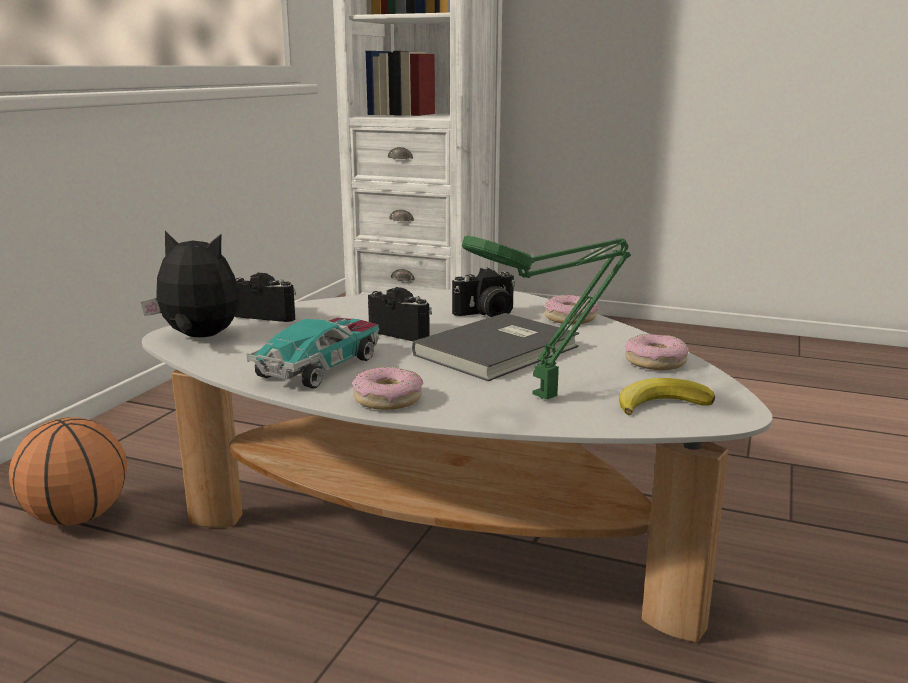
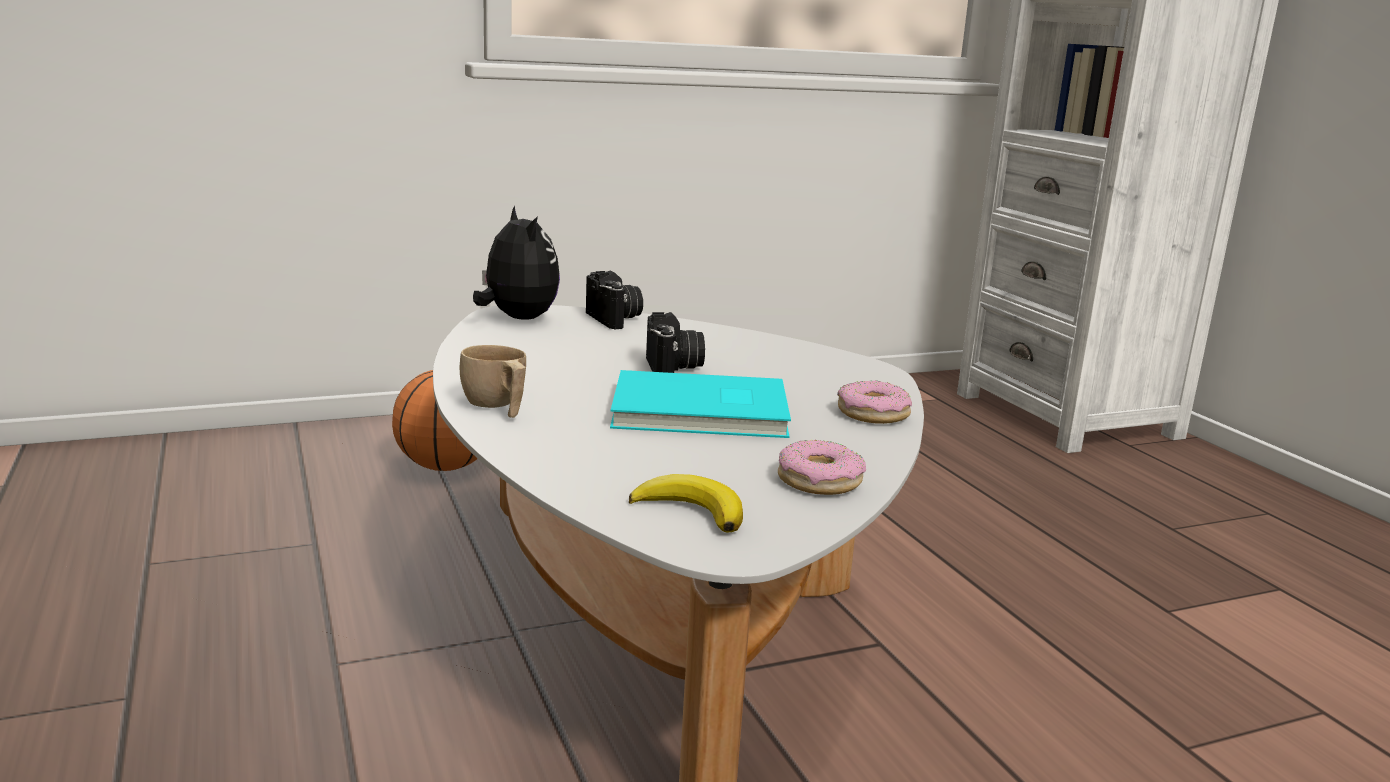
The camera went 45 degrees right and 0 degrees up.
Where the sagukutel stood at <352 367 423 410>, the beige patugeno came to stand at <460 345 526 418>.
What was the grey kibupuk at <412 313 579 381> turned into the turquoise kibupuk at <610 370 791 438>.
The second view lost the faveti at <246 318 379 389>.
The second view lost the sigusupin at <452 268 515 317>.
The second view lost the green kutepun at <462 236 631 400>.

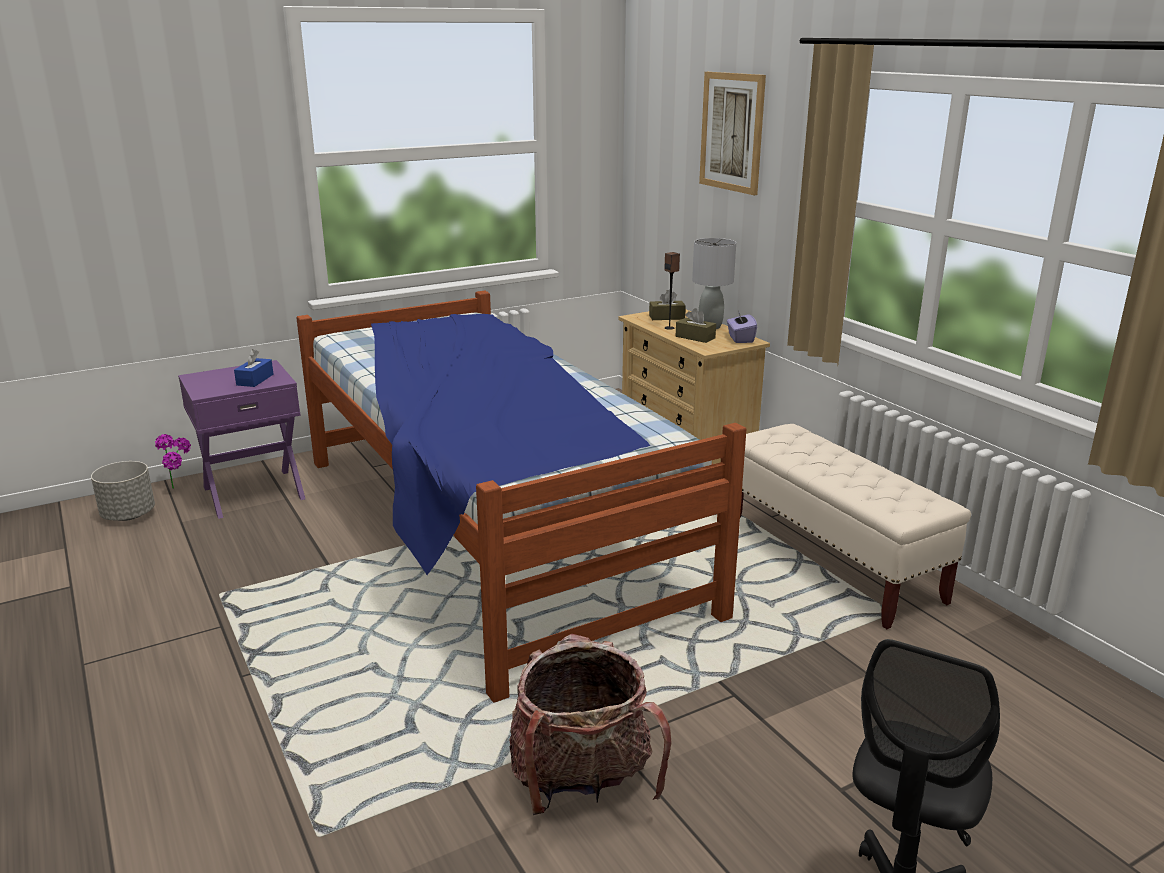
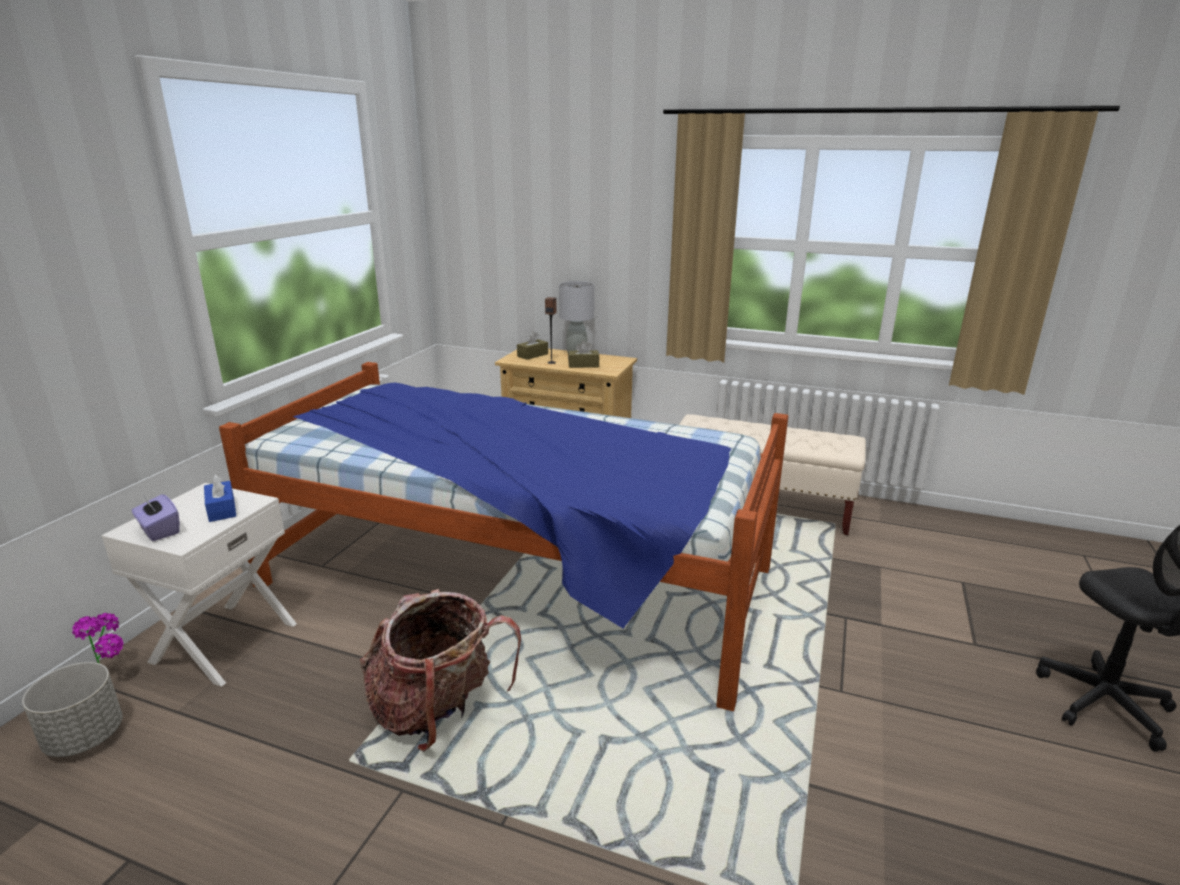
The camera went 40 degrees left and 0 degrees up.
What was the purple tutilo at <178 360 305 519> turned into the white tutilo at <102 483 297 687>.
The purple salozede ended up elsewhere, having gone from <727 311 757 343> to <132 494 180 541>.
The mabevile ended up elsewhere, having gone from <509 634 672 815> to <360 589 521 752>.
The second view lost the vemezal at <699 72 766 195>.

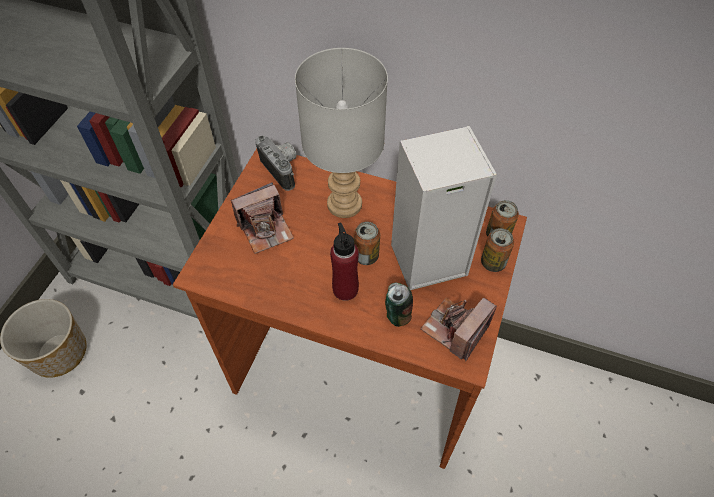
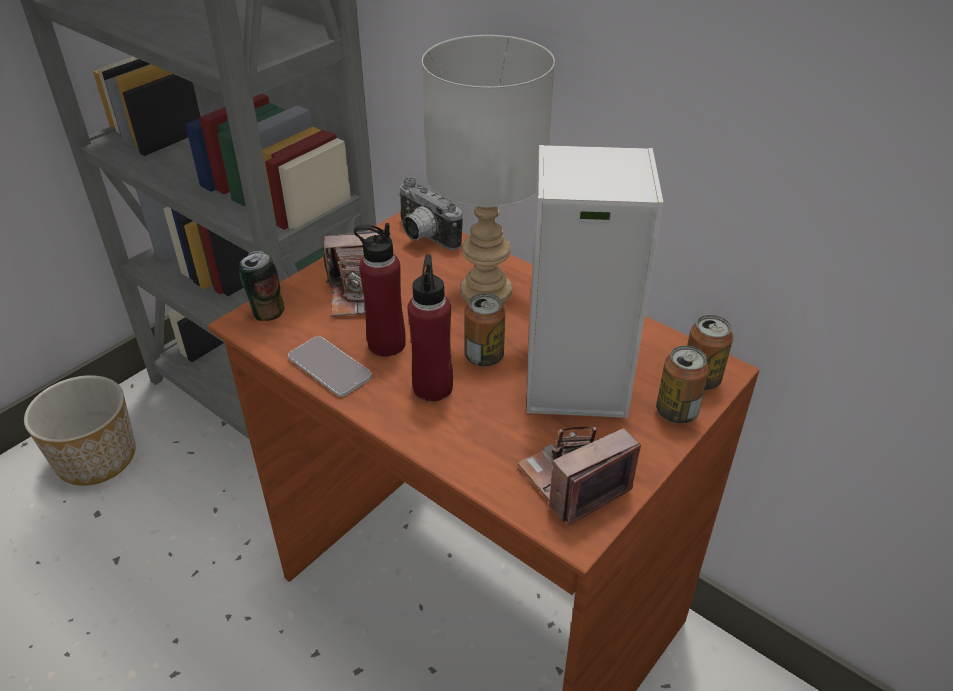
The camera went 20 degrees right and 15 degrees down.
The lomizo ended up elsewhere, having gone from <385 283 413 327> to <239 251 285 321>.
The second view gained the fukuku at <288 336 372 397>.
The second view gained the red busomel at <354 223 406 357>.
The sigusupin at <255 136 297 191> ended up facing another way, 150 degrees clockwise from before.

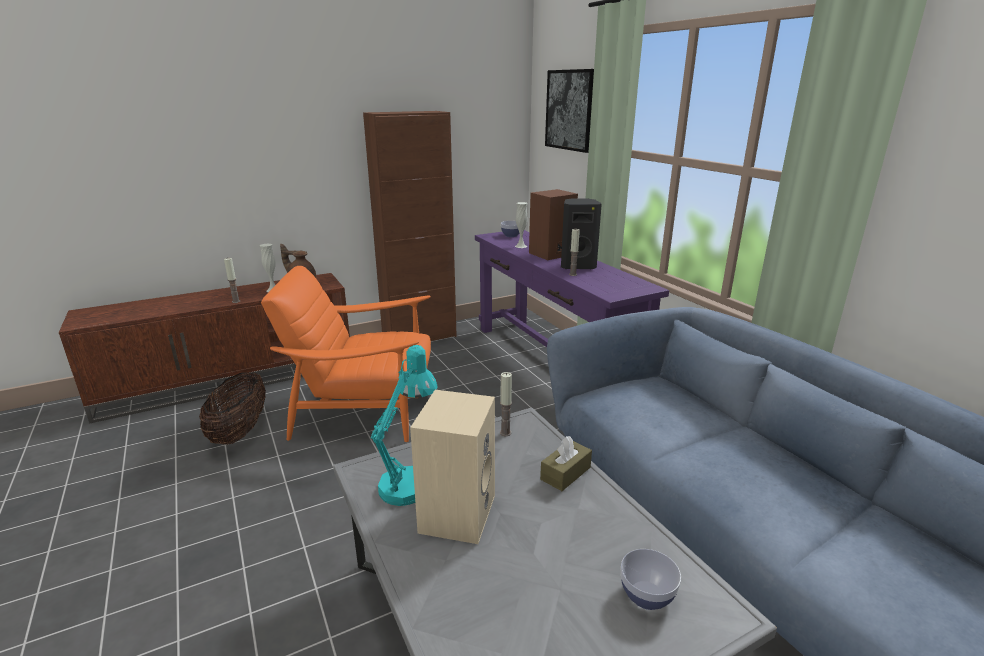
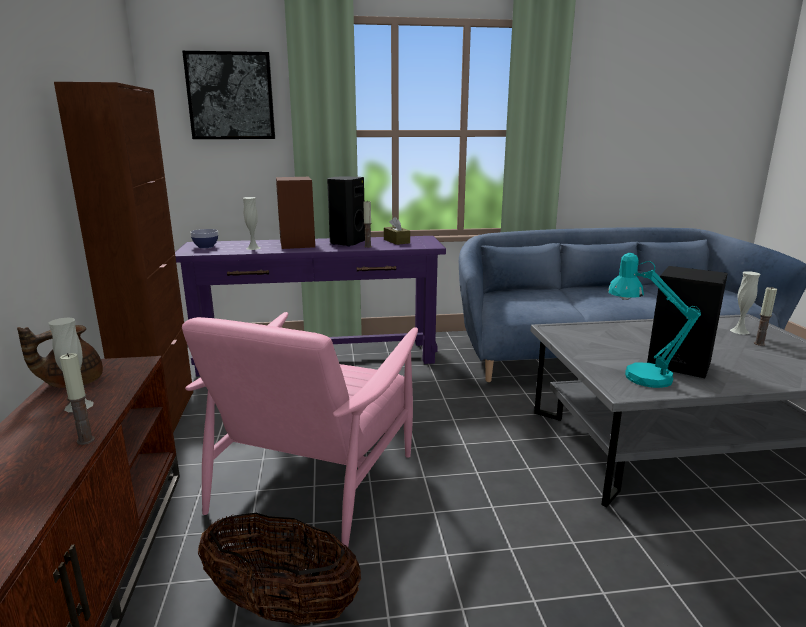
The camera went 70 degrees left and 5 degrees down.
What was the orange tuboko at <261 266 431 442> turned into the pink tuboko at <182 312 418 547>.
The brown salozede ended up elsewhere, having gone from <540 436 592 491> to <384 217 410 245>.
What was the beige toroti at <410 390 495 544> turned into the black toroti at <647 266 728 378>.
Where the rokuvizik stood at <621 549 681 610>, the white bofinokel came to stand at <730 271 761 335>.
The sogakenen ended up elsewhere, having gone from <500 372 512 436> to <754 287 777 346>.

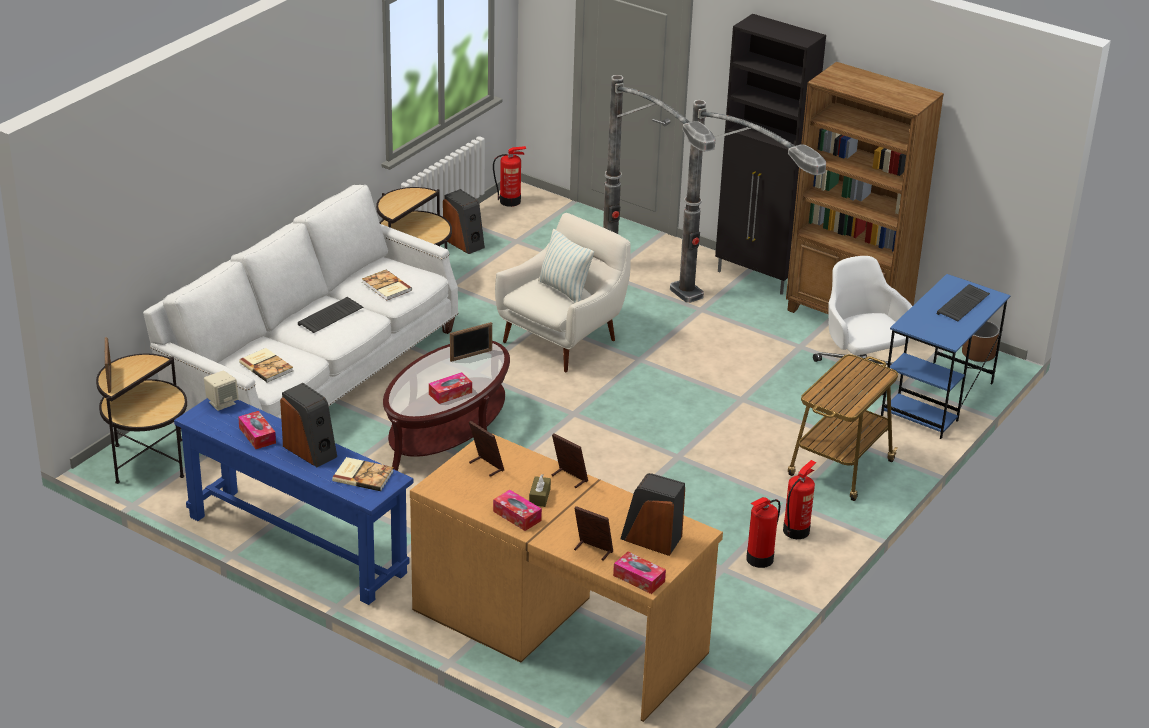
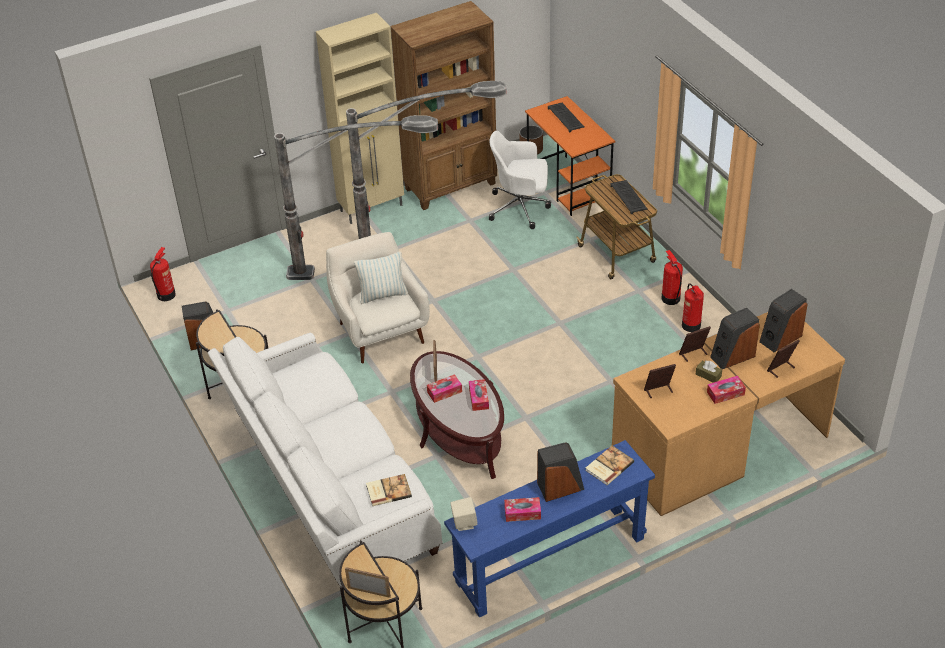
The camera went 60 degrees left and 10 degrees up.
What was the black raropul at <715 14 826 295> turned into the beige raropul at <316 13 404 224>.
The salozede ended up elsewhere, having gone from <613 552 666 594> to <427 374 462 403>.
What was the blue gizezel at <881 274 1010 439> turned into the orange gizezel at <525 96 615 216>.
The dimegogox ended up elsewhere, having gone from <298 297 363 333> to <610 180 648 214>.
The second view gained the toroti at <710 308 760 369>.
The second view lost the kibupuk at <362 270 412 300>.

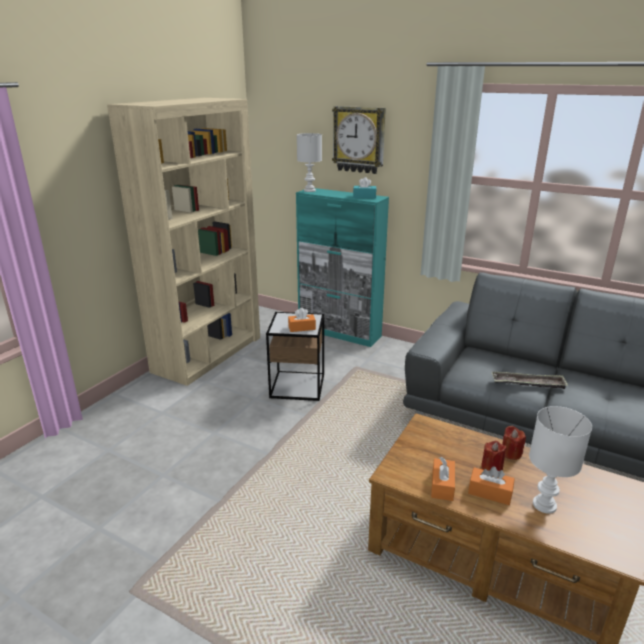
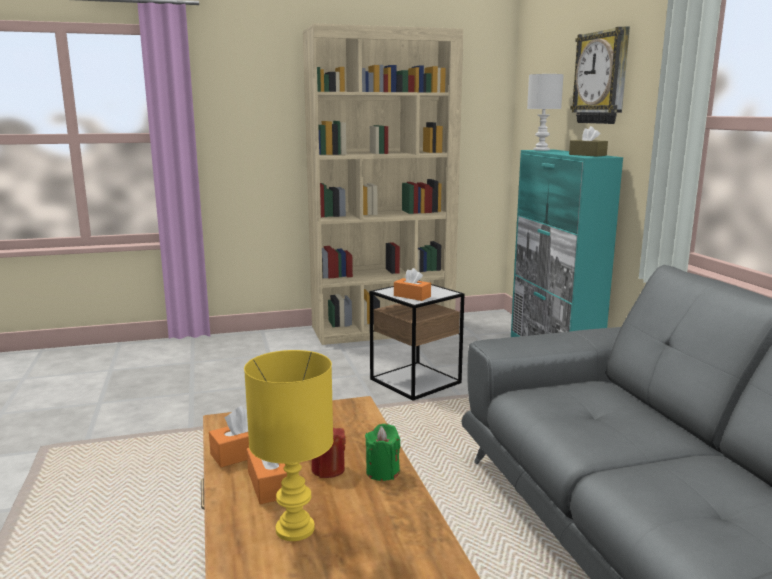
The camera went 45 degrees right and 10 degrees down.
What was the white kutepun at <529 406 592 514> turned into the yellow kutepun at <244 350 334 541>.
What was the red sogakenen at <502 426 526 460> turned into the green sogakenen at <365 424 400 481>.
What was the turquoise salozede at <353 177 376 199> turned into the brown salozede at <569 126 608 157>.
The second view lost the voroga at <492 372 568 389>.

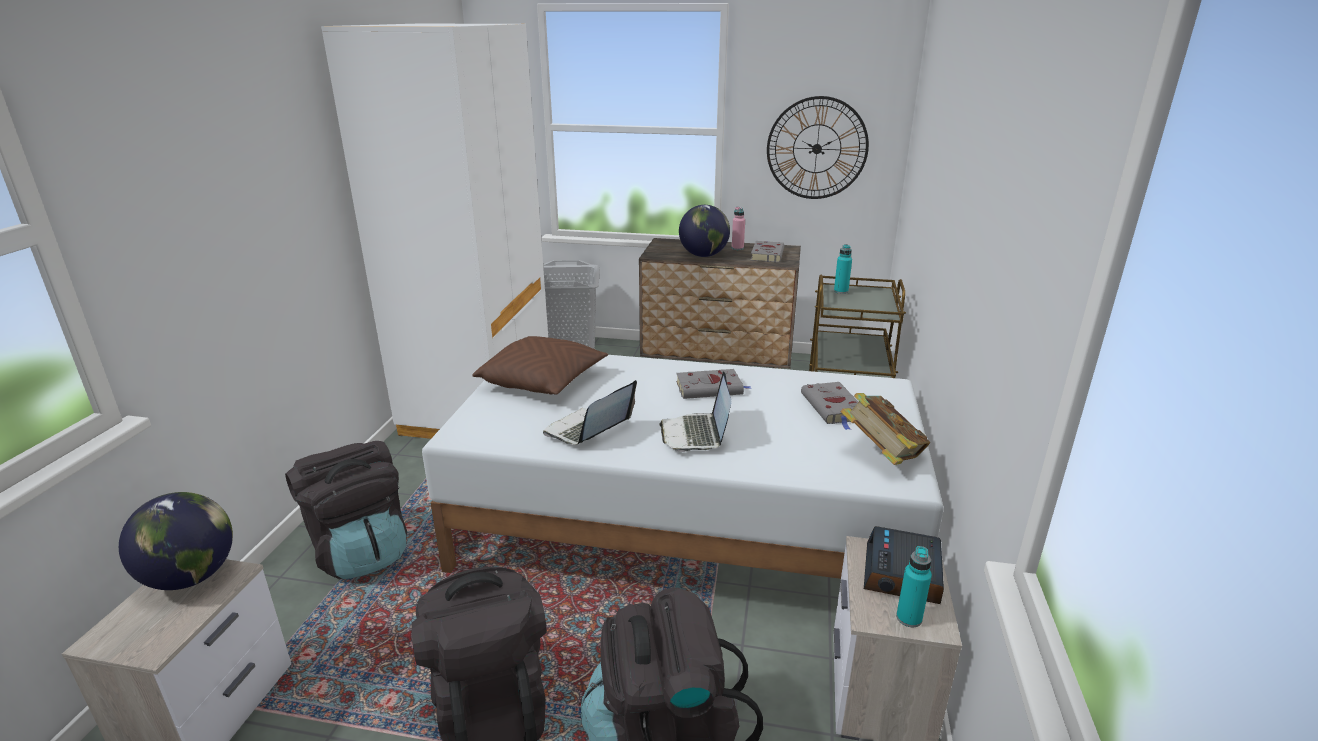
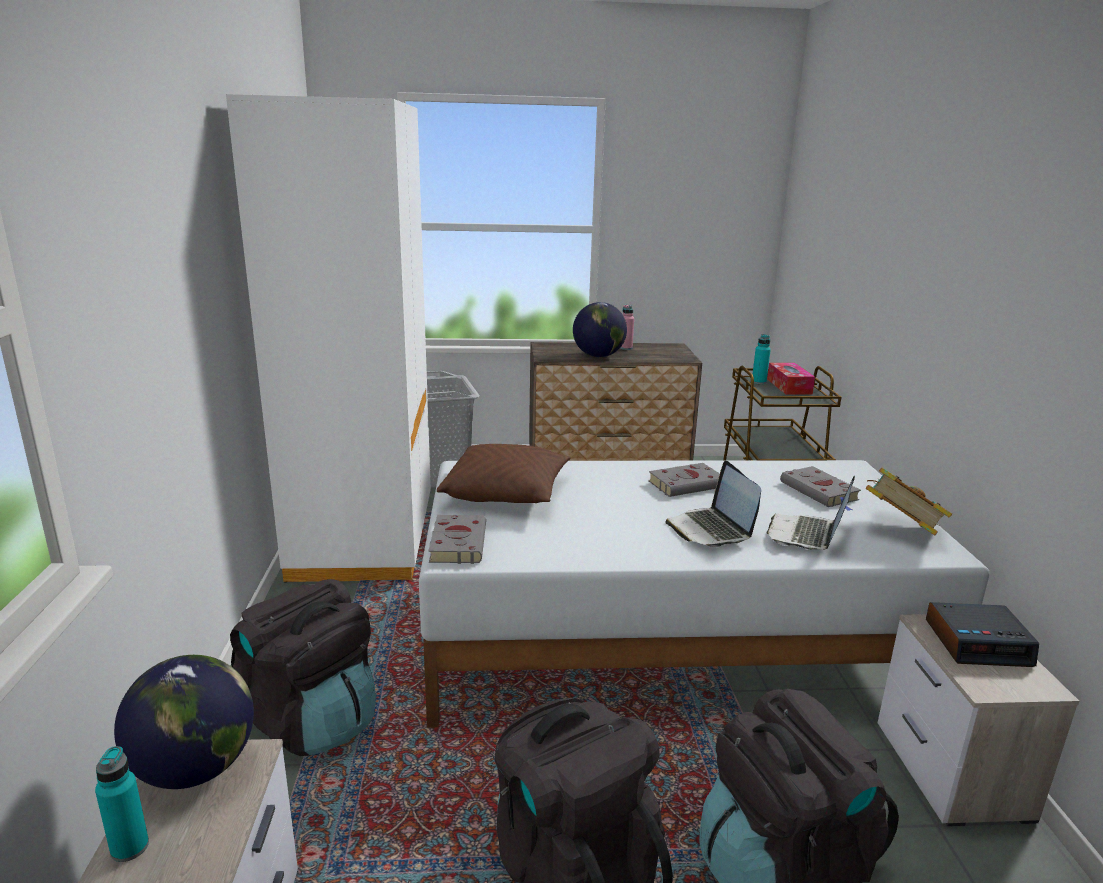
The camera went 15 degrees left and 5 degrees down.
The turquoise busomel ended up elsewhere, having gone from <896 546 932 627> to <95 746 149 862>.
The grey kibupuk ended up elsewhere, having gone from <751 241 784 262> to <428 515 486 564>.
The second view gained the salozede at <767 363 815 395>.
The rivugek ended up elsewhere, having gone from <543 380 637 445> to <767 476 855 550>.
The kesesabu at <864 526 944 604> ended up facing another way, 90 degrees counterclockwise from before.
The second view lost the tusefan at <767 96 869 199>.

